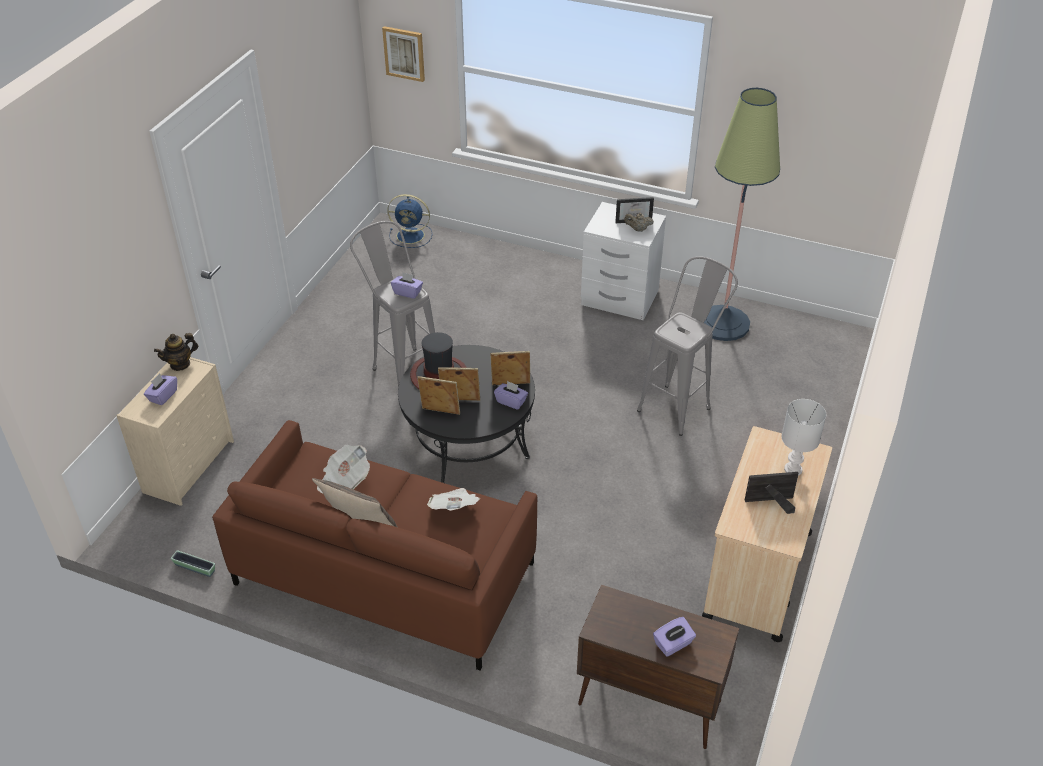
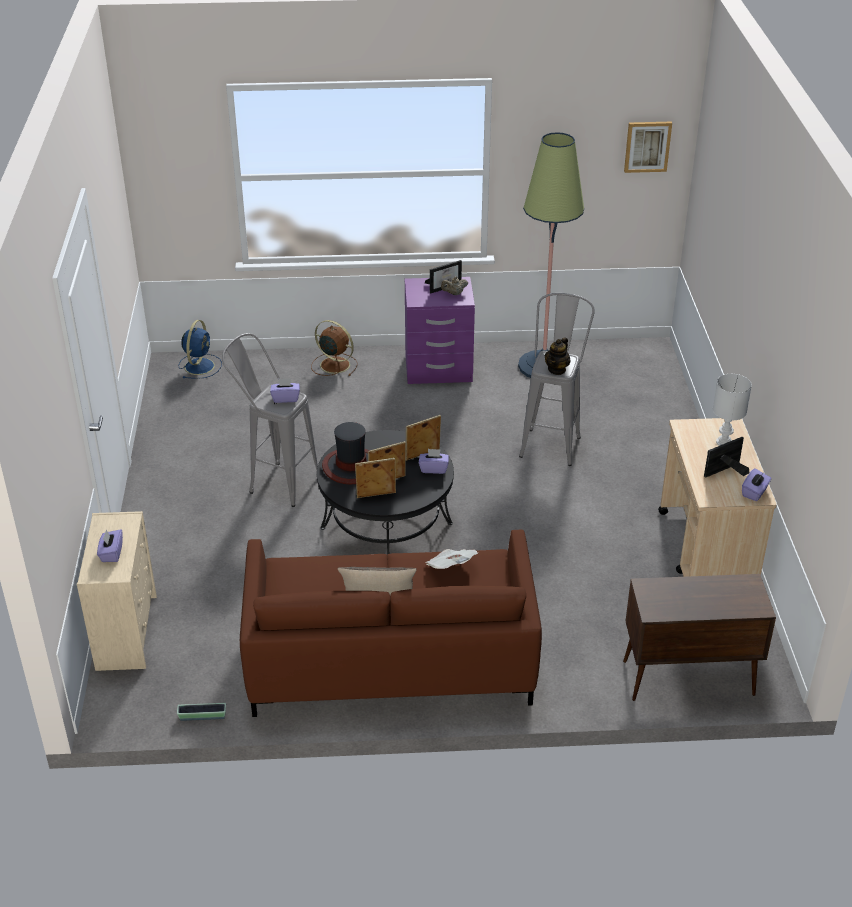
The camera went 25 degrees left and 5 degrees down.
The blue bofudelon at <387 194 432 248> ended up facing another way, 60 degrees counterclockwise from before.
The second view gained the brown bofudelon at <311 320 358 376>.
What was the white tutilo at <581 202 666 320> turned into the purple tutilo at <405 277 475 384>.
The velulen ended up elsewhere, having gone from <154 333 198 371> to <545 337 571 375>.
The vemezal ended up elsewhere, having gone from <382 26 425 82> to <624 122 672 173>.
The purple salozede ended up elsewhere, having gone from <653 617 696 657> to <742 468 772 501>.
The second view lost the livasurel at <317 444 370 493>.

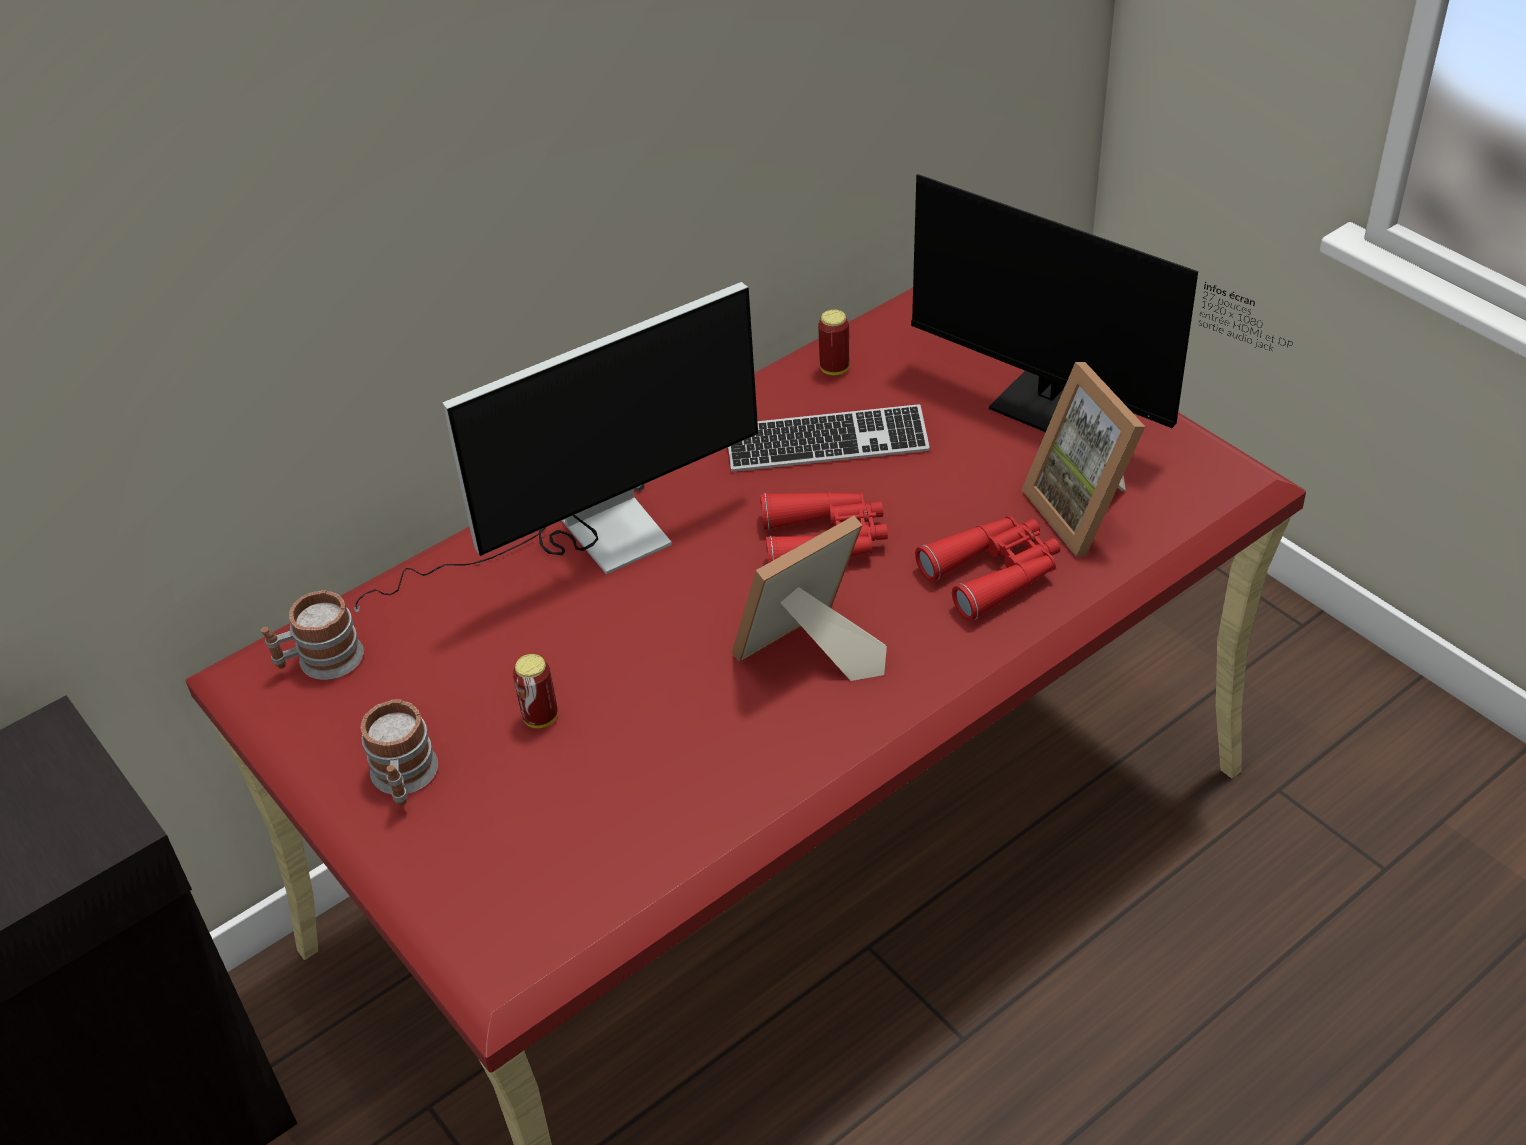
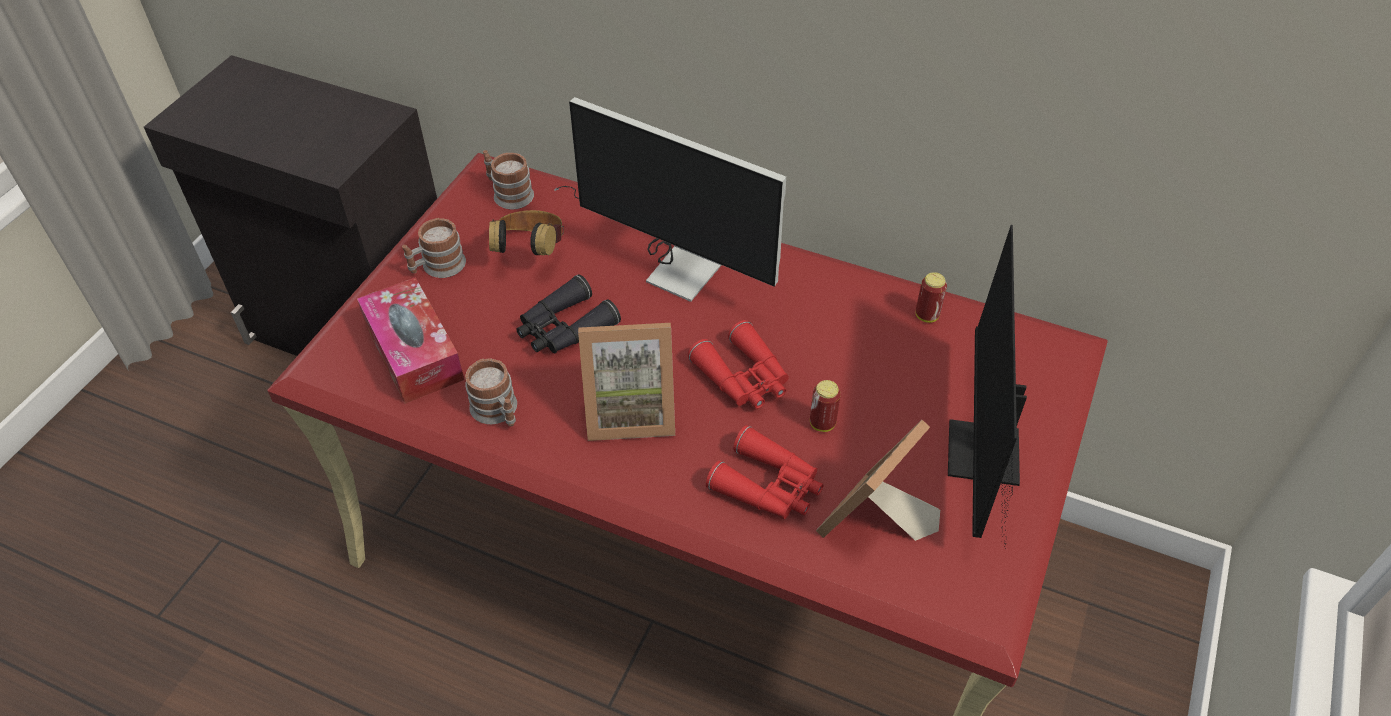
The camera went 60 degrees right and 5 degrees up.
The second view gained the salozede at <357 277 464 404>.
The second view gained the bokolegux at <465 358 517 426>.
The second view gained the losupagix at <489 210 564 256>.
The second view gained the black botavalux at <516 275 621 353>.
The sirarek at <732 516 887 681> ended up facing another way, 150 degrees clockwise from before.
The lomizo ended up elsewhere, having gone from <513 654 558 728> to <810 380 841 432>.
The second view lost the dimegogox at <728 404 930 472>.

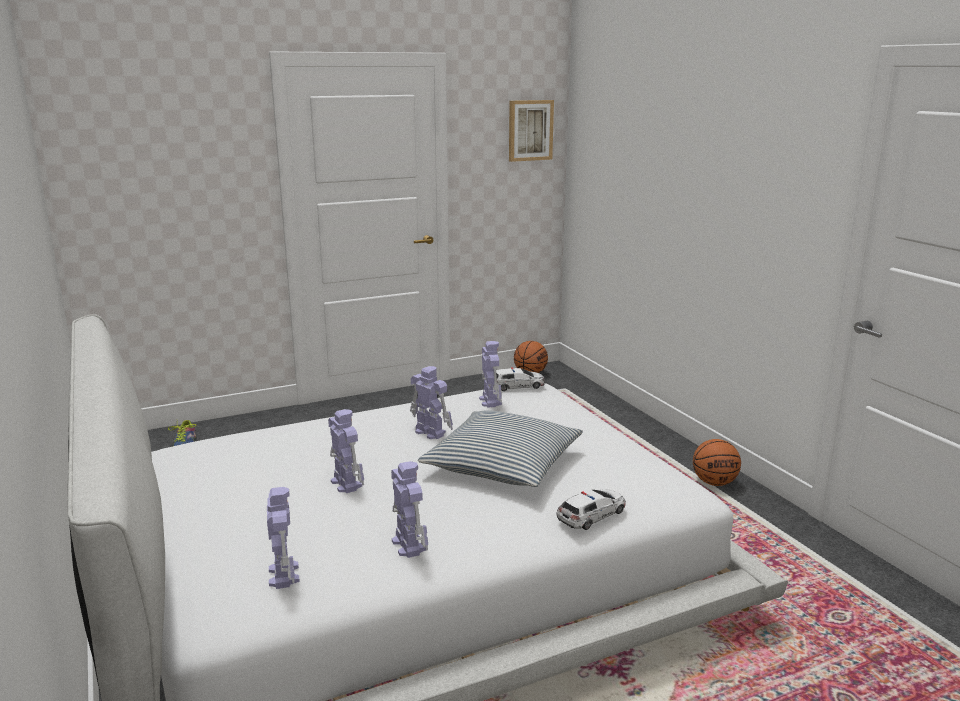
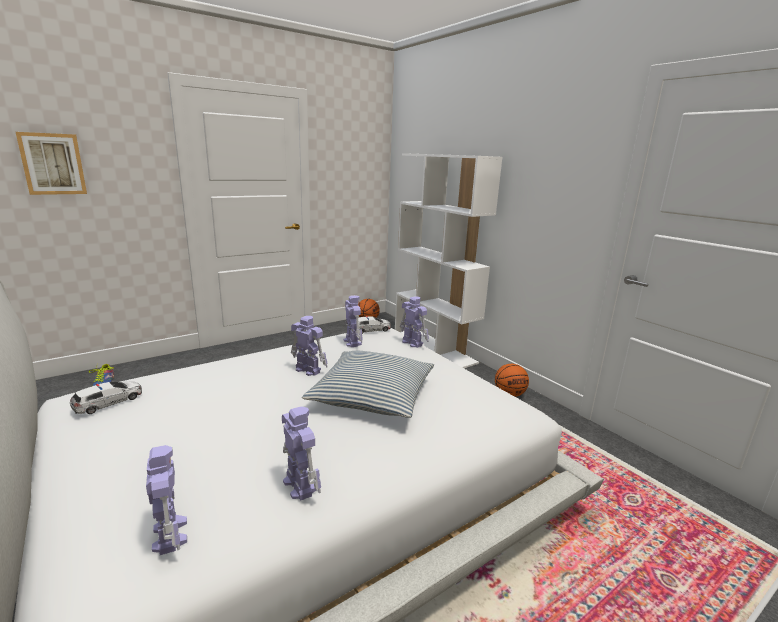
The camera went 10 degrees left and 0 degrees up.
The vemezal ended up elsewhere, having gone from <509 100 554 162> to <16 132 87 195>.
The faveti ended up elsewhere, having gone from <557 489 626 530> to <70 381 142 414>.
The second view gained the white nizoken at <395 153 503 368>.
The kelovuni ended up elsewhere, having gone from <328 409 364 493> to <400 296 429 348>.

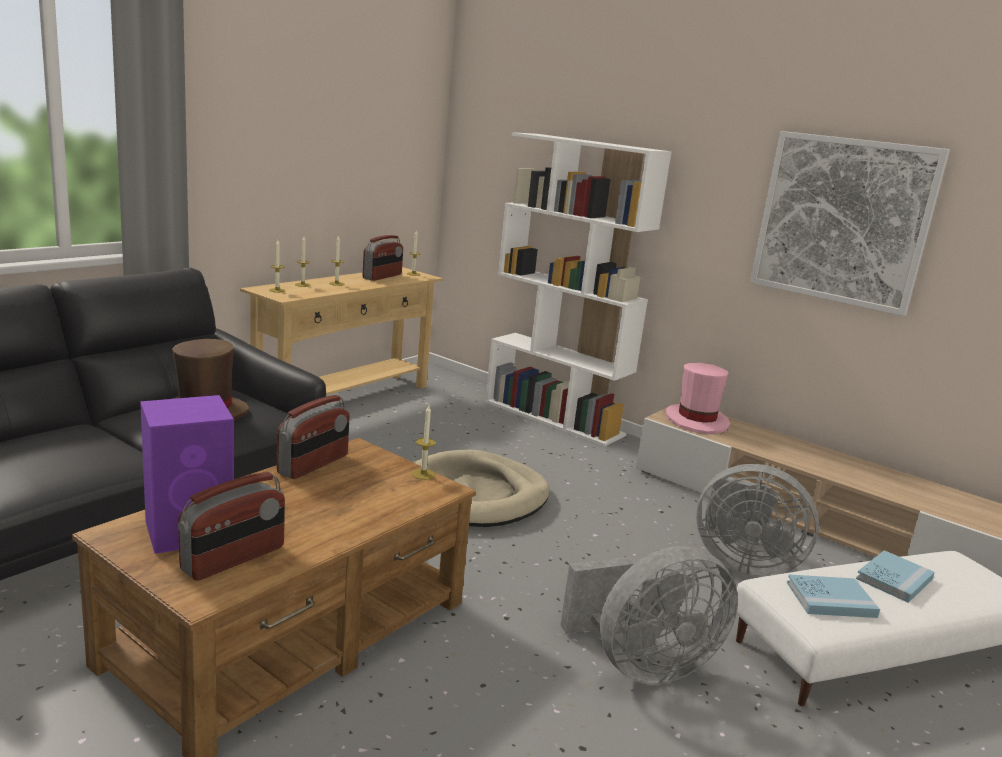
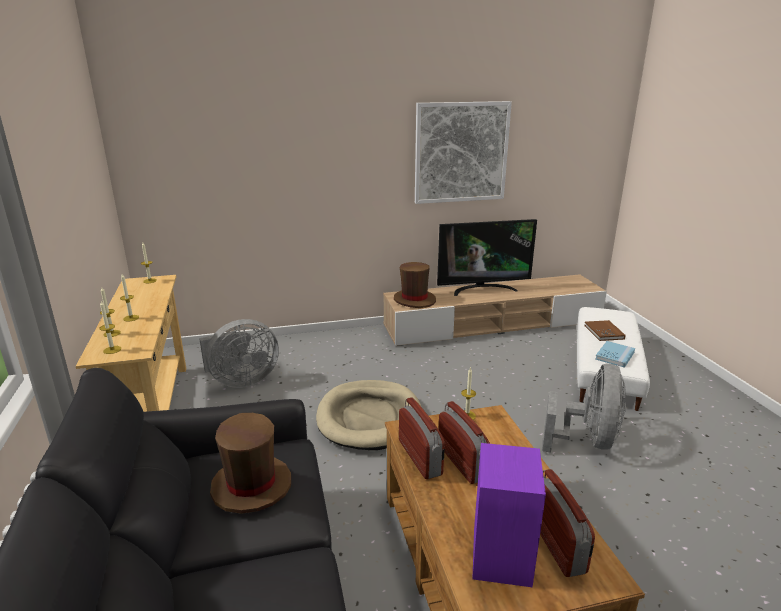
The camera went 50 degrees left and 5 degrees up.
The grey bofudelon ended up elsewhere, having gone from <696 464 819 577> to <199 319 279 388>.
What was the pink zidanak at <666 363 730 434> turned into the brown zidanak at <394 262 436 308>.
The second view gained the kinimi at <437 219 537 296>.
The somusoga ended up elsewhere, having gone from <362 235 403 281> to <439 401 490 484>.
What was the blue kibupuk at <856 550 935 603> turned into the brown kibupuk at <584 320 626 341>.
The second view lost the white nizoken at <485 132 672 447>.

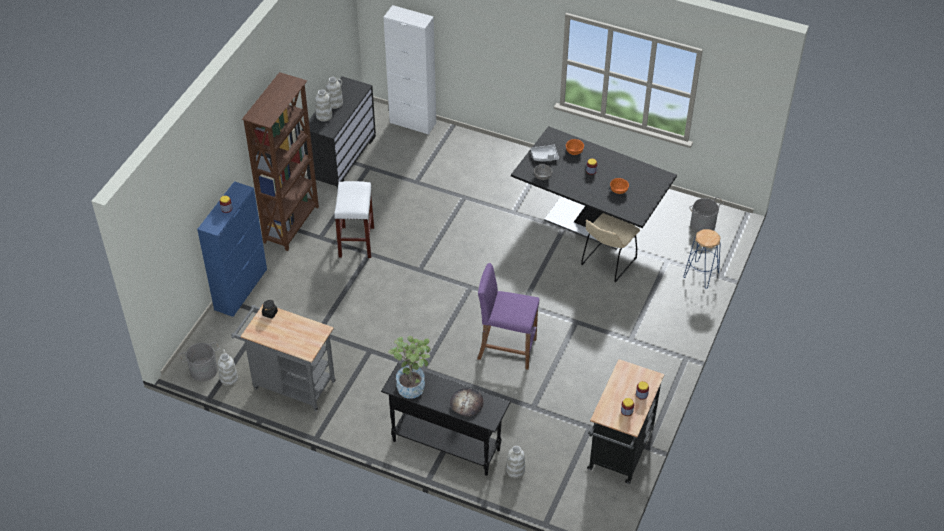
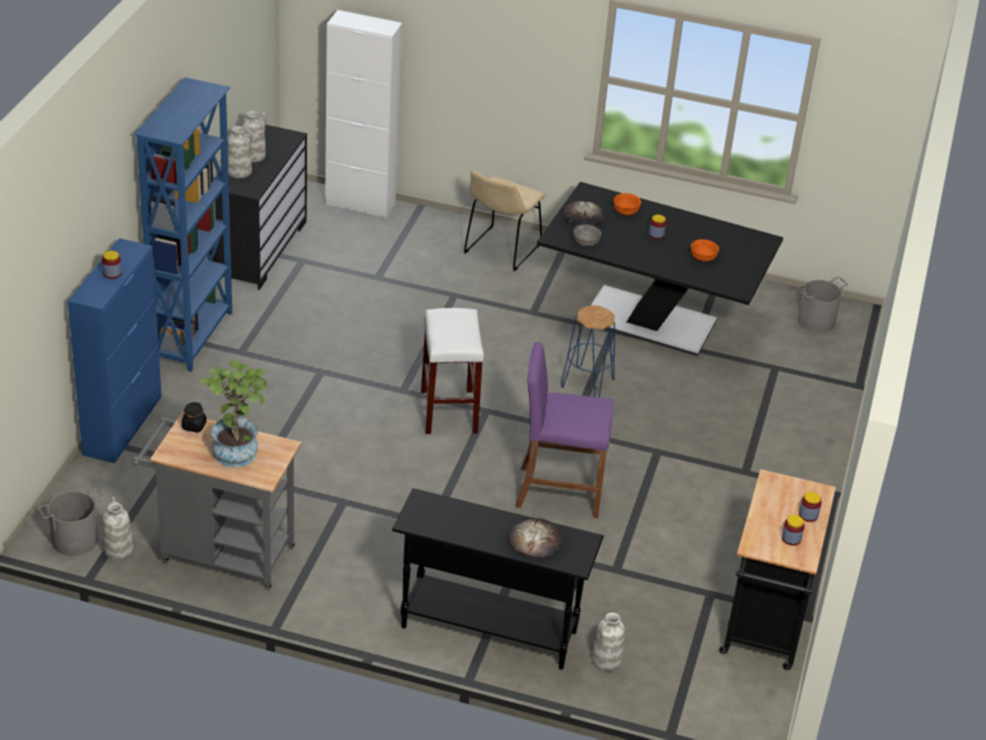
The camera went 10 degrees left and 10 degrees down.
What was the brown nizoken at <242 72 319 251> turned into the blue nizoken at <134 77 232 372>.
The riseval ended up elsewhere, having gone from <388 336 431 399> to <200 359 268 467>.
The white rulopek ended up elsewhere, having gone from <334 181 374 258> to <421 308 484 434>.
The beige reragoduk ended up elsewhere, having gone from <581 213 640 282> to <464 171 545 271>.
The blue rulopek ended up elsewhere, having gone from <684 229 721 289> to <561 305 615 398>.
Where the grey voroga stood at <531 145 559 161>, the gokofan came to stand at <562 201 605 227>.

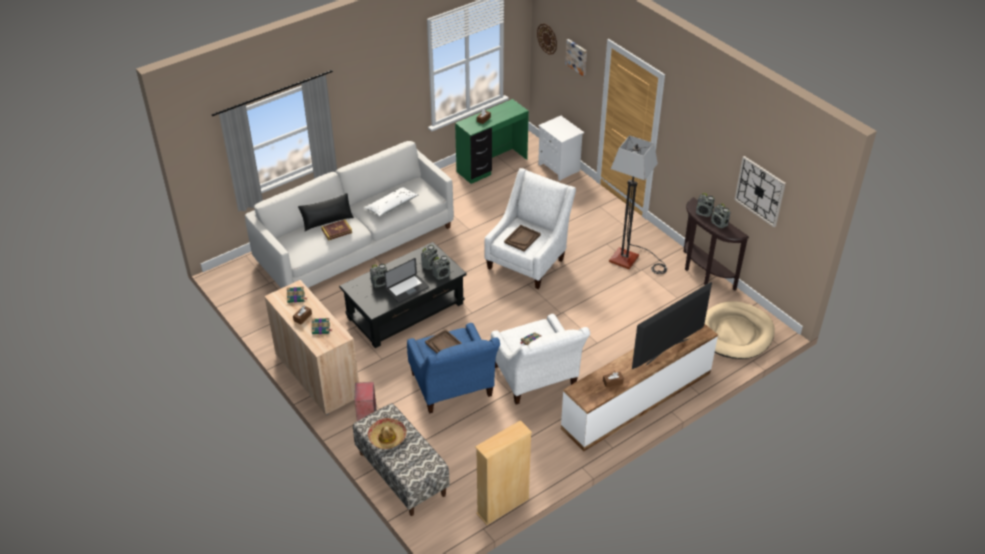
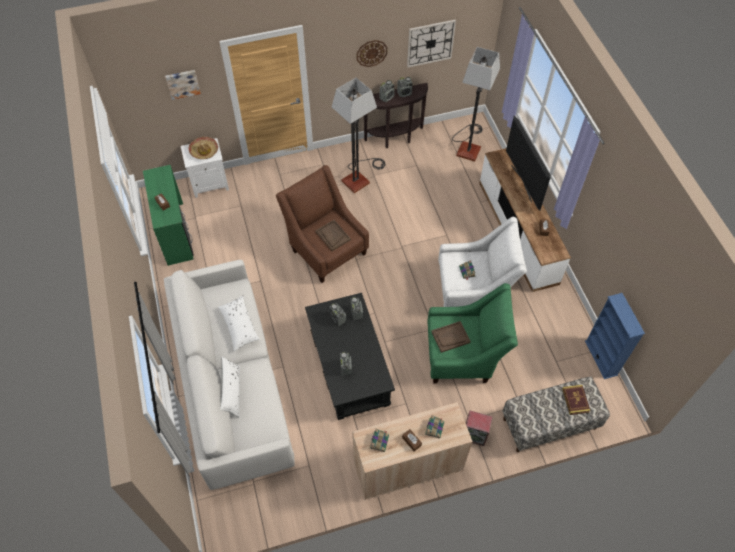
The camera went 70 degrees left and 15 degrees up.
The zidanak ended up elsewhere, having gone from <368 418 407 449> to <188 137 218 159>.
What was the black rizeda at <298 193 354 231> turned into the white rizeda at <220 356 240 418>.
What was the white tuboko at <484 168 576 289> turned into the brown tuboko at <276 165 369 283>.
The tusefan ended up elsewhere, having gone from <537 24 557 55> to <357 40 388 67>.
What was the blue tuboko at <407 323 500 414> turned into the green tuboko at <427 283 518 383>.
Where the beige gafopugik stood at <705 301 775 359>, the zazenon came to stand at <452 47 500 161>.
The kibupuk ended up elsewhere, having gone from <321 220 352 241> to <562 385 590 415>.
What was the beige nizoken at <475 420 532 525> turned into the blue nizoken at <585 293 645 379>.
The second view lost the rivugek at <384 258 429 303>.

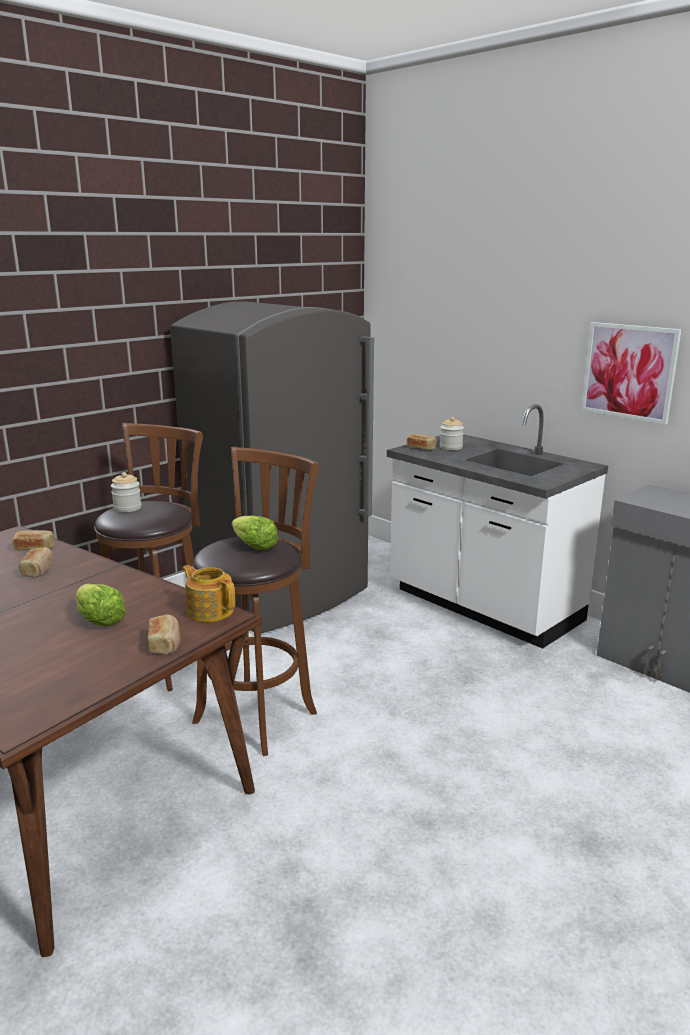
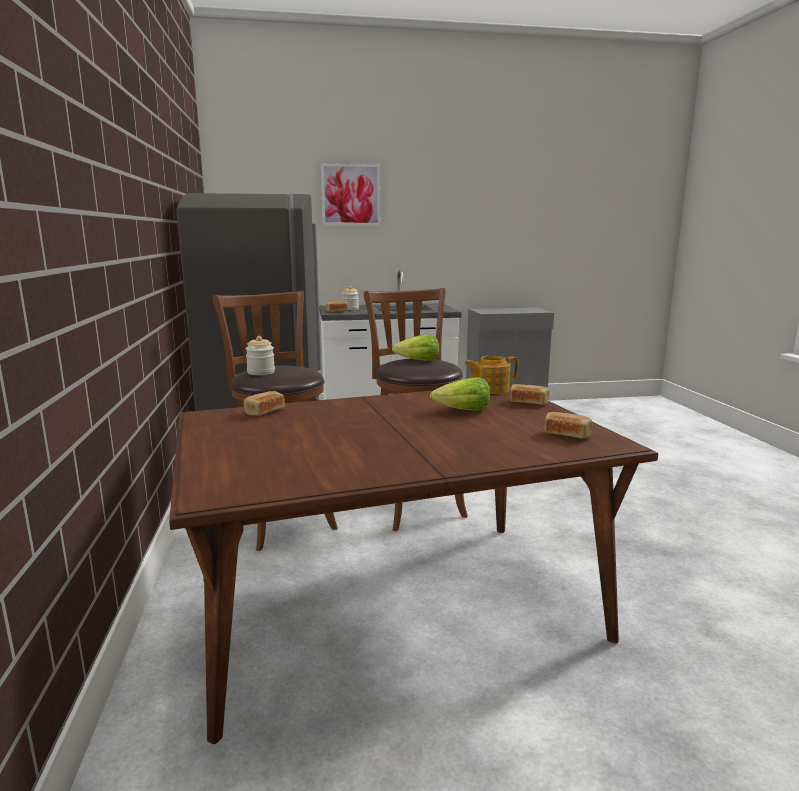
The camera went 55 degrees left and 5 degrees down.
The vemezal ended up elsewhere, having gone from <581 322 682 425> to <321 164 380 226>.
The gokofan ended up elsewhere, having gone from <19 547 53 578> to <544 412 593 439>.

